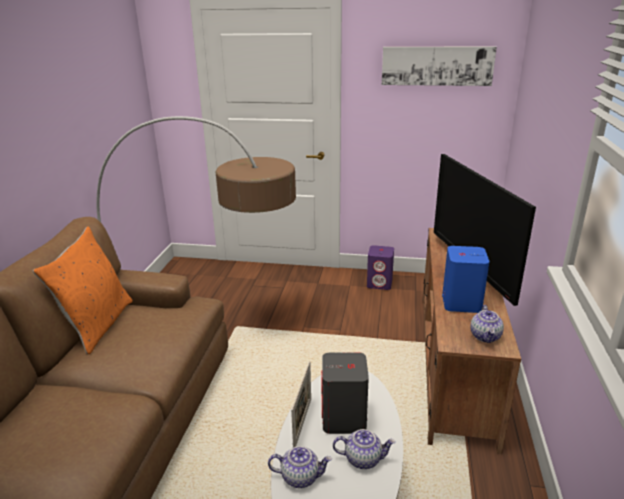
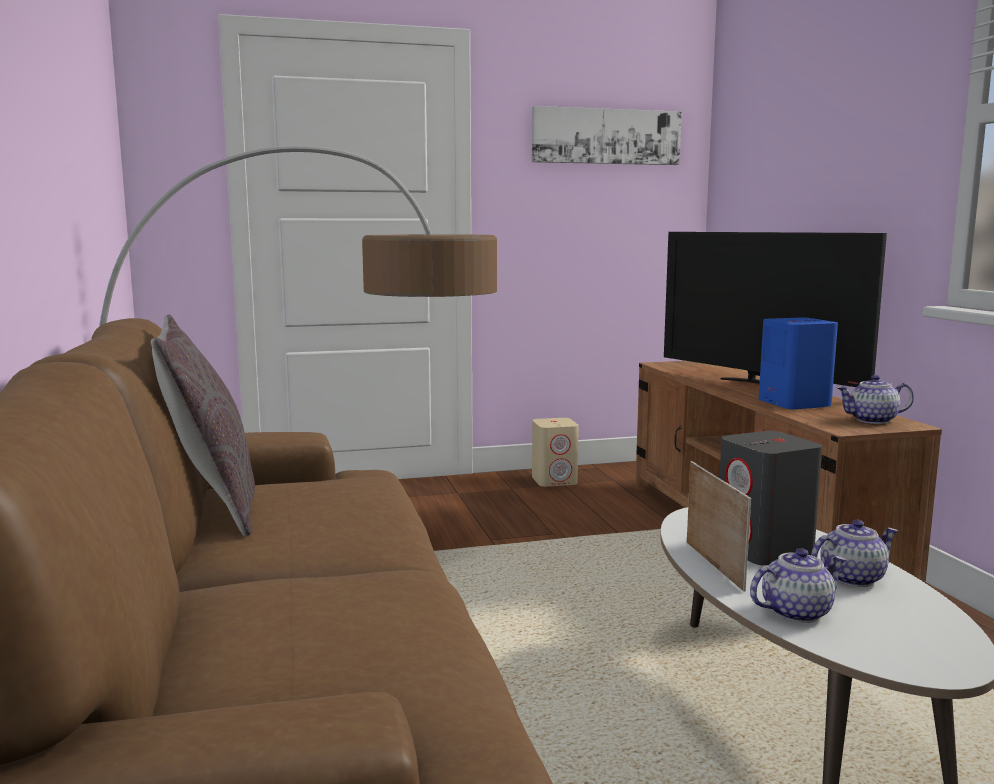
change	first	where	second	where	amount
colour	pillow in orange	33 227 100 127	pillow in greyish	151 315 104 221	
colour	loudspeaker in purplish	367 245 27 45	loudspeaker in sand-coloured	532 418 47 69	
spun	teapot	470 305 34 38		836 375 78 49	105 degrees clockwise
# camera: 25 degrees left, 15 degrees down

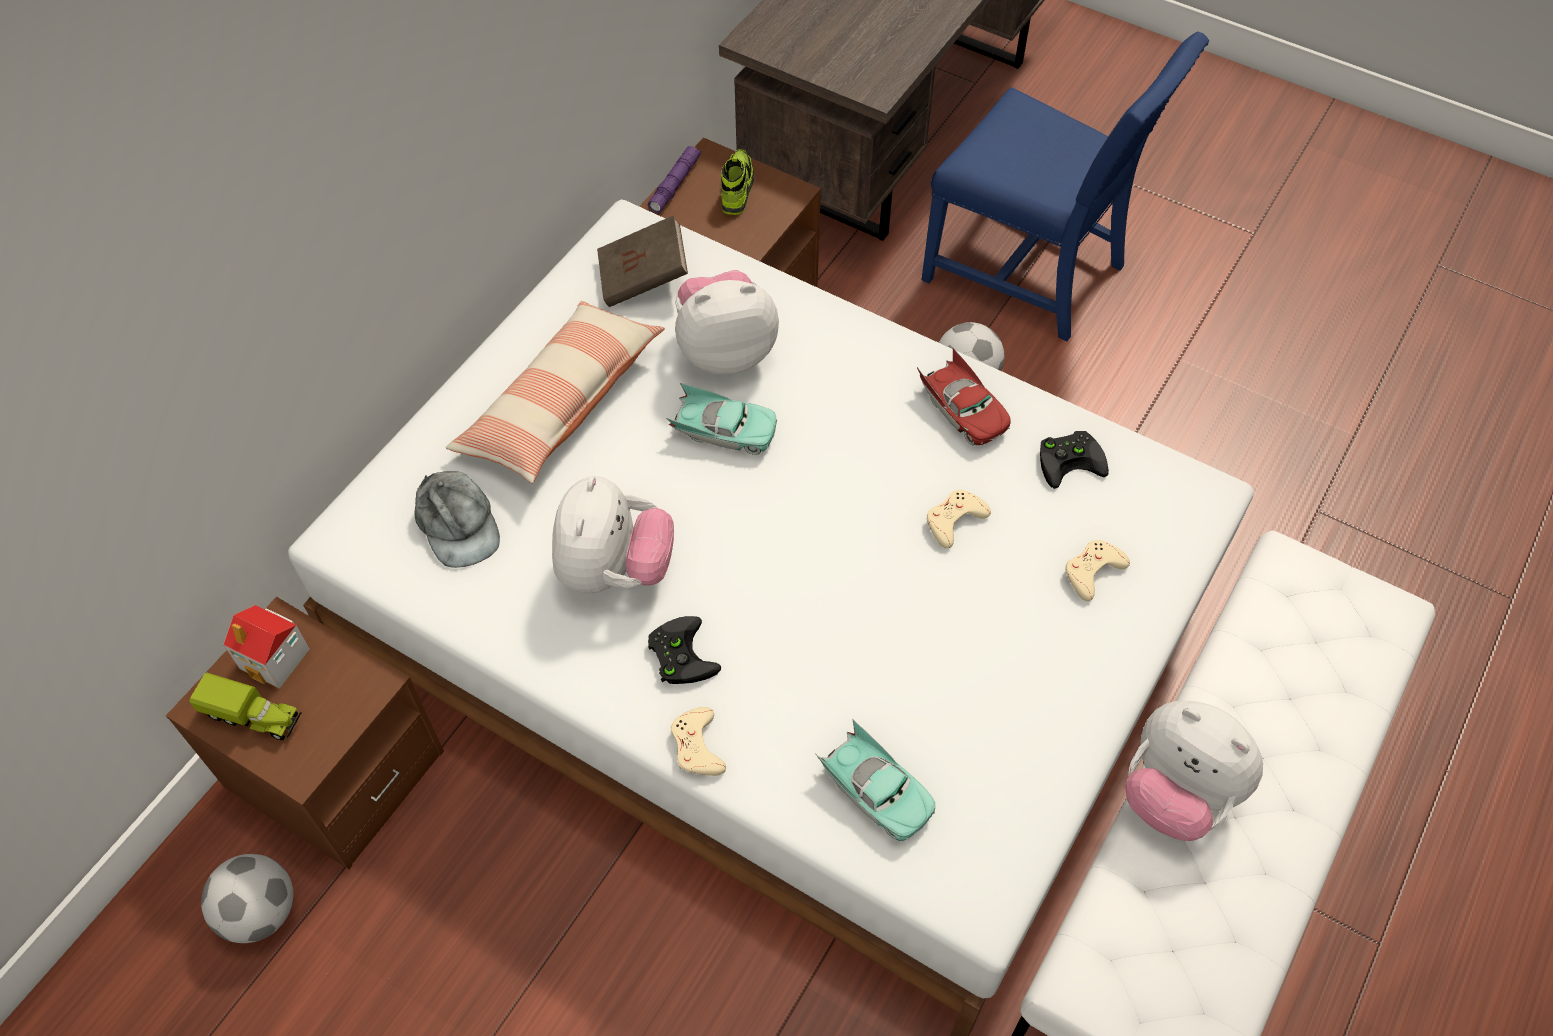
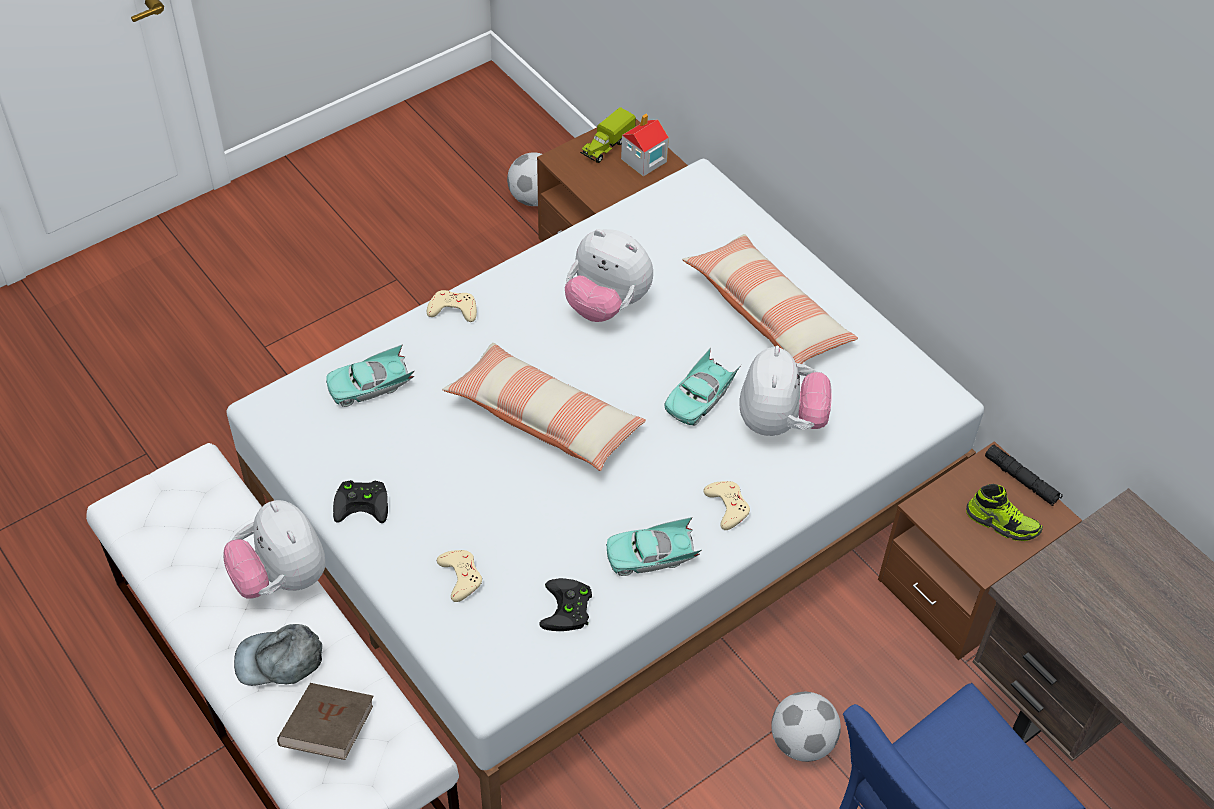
change	first	where	second	where	amount
spun	plush toy	1125 701 138 140		223 500 102 98	90 degrees counterclockwise
relocated	cap in greyish	414 471 86 97		234 624 88 62	
relocated	book in brown-coloured	597 215 91 92		277 683 97 77	
relocated	game controller in black	648 616 73 68		333 480 55 43	
appeared			pillow	442 343 204 128	
colour	model car in red	917 348 94 97	model car in turquoise-coloured	606 517 95 59	
relocated	game controller in sand-coloured	927 490 64 59		703 481 47 49	
colour	torch in purplish	648 146 53 67	torch in black	985 445 78 61	
# camera: 110 degrees right, 5 degrees down

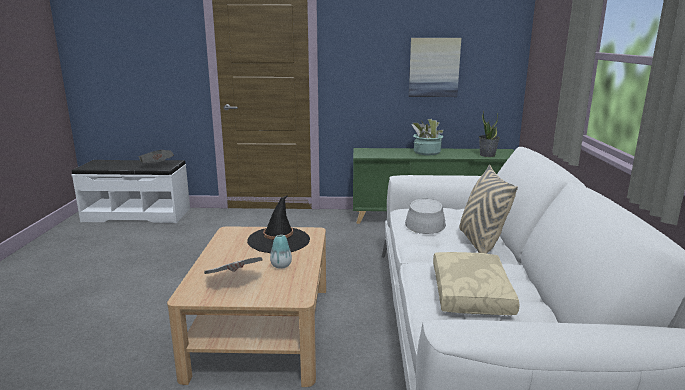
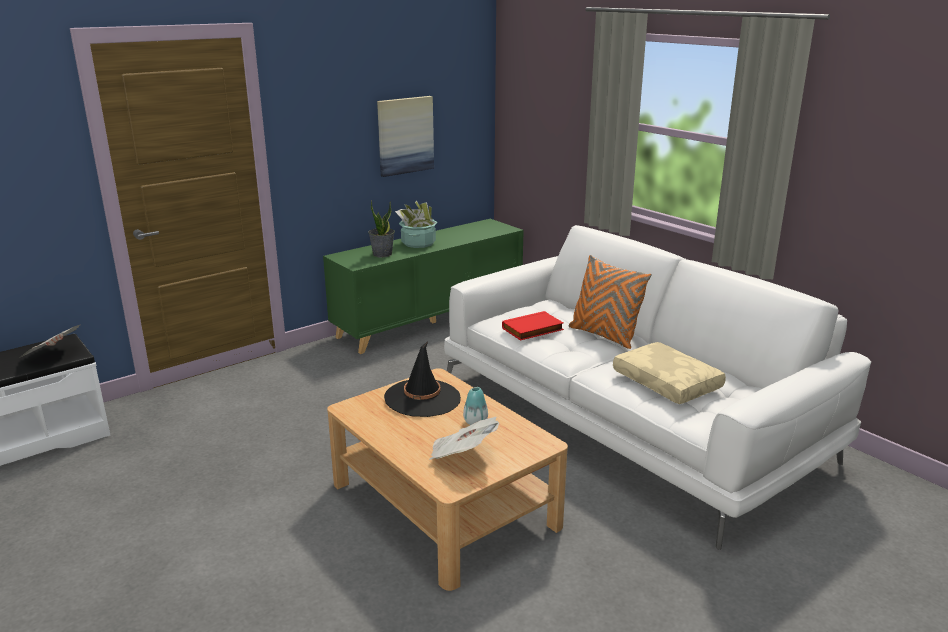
change	first	where	second	where	amount
relocated	potted plant	479 111 21 46		368 200 27 57	
exchanged	clothing hat in greyish	405 199 41 35	book in red	502 311 62 30	
colour	pillow in sand-coloured	459 165 59 89	pillow in orange	569 255 83 94	
# camera: 40 degrees left, 5 degrees up

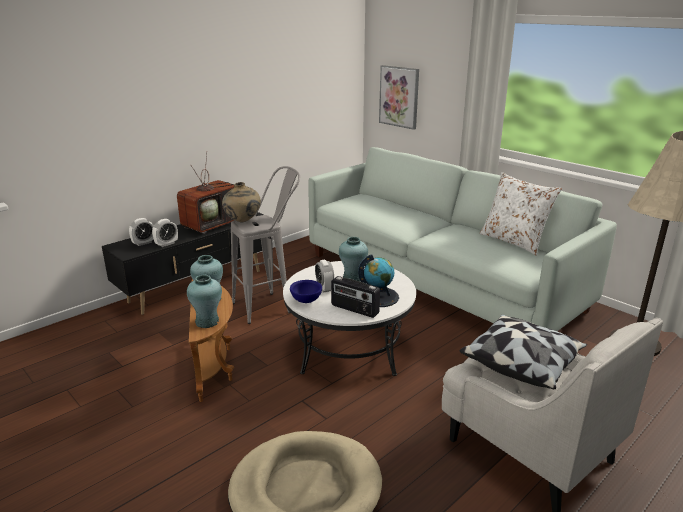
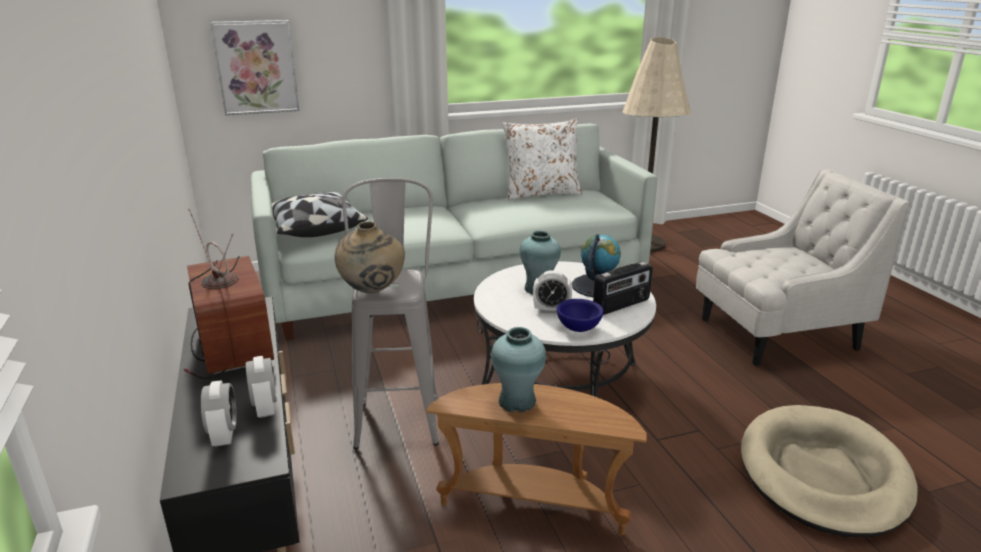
change	first	where	second	where	amount
relocated	pillow	460 314 127 75		272 192 96 45	
missing	vase in turquoise-coloured	187 275 35 53			
# camera: 65 degrees left, 0 degrees up

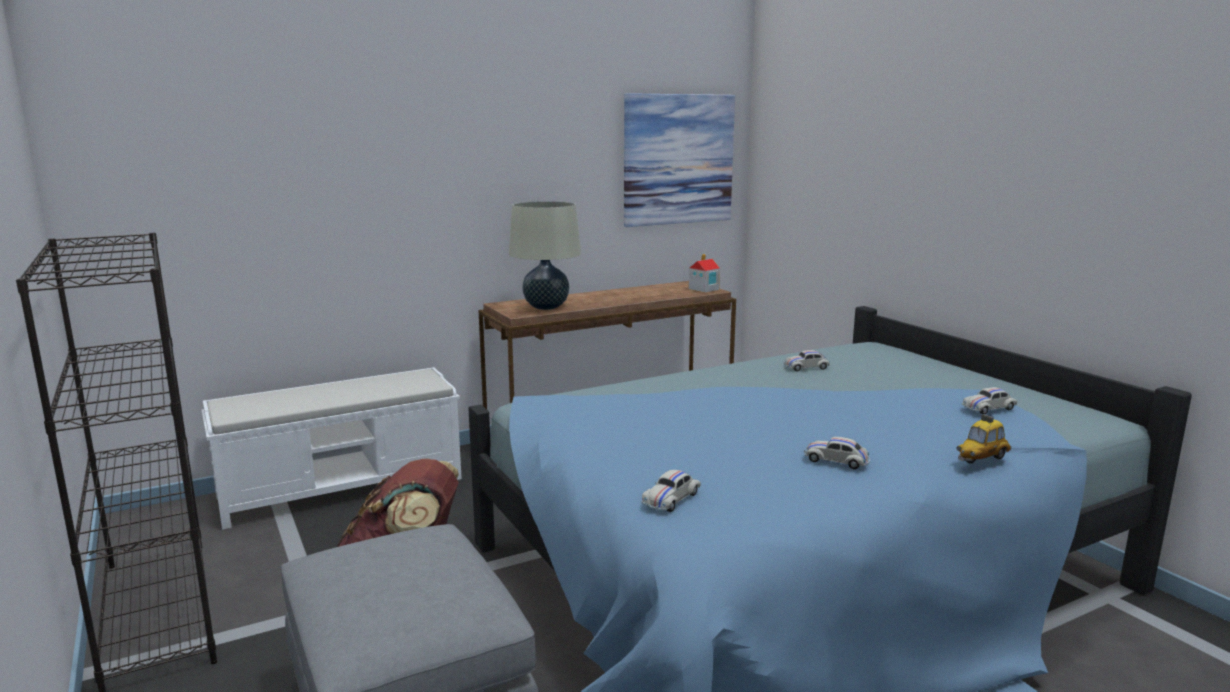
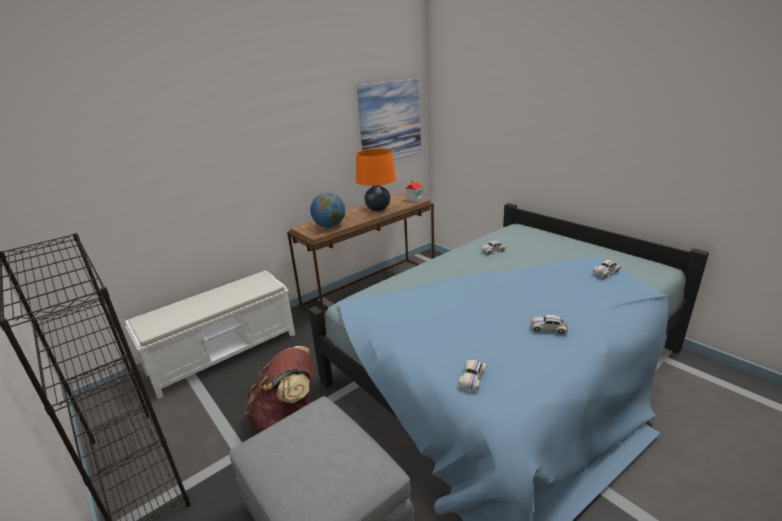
change	first	where	second	where	amount
exchanged	table lamp in sand-coloured	509 201 72 109	globe	310 193 35 35	
appeared			table lamp in orange	356 148 40 63	
missing	model car	956 414 56 50			
# camera: 10 degrees left, 10 degrees up

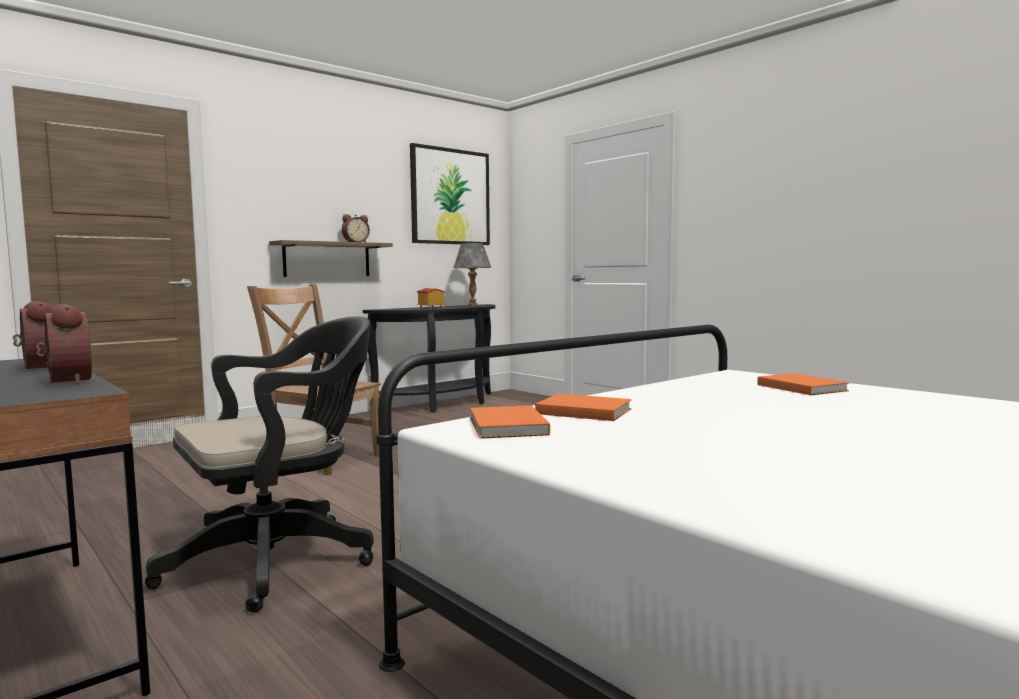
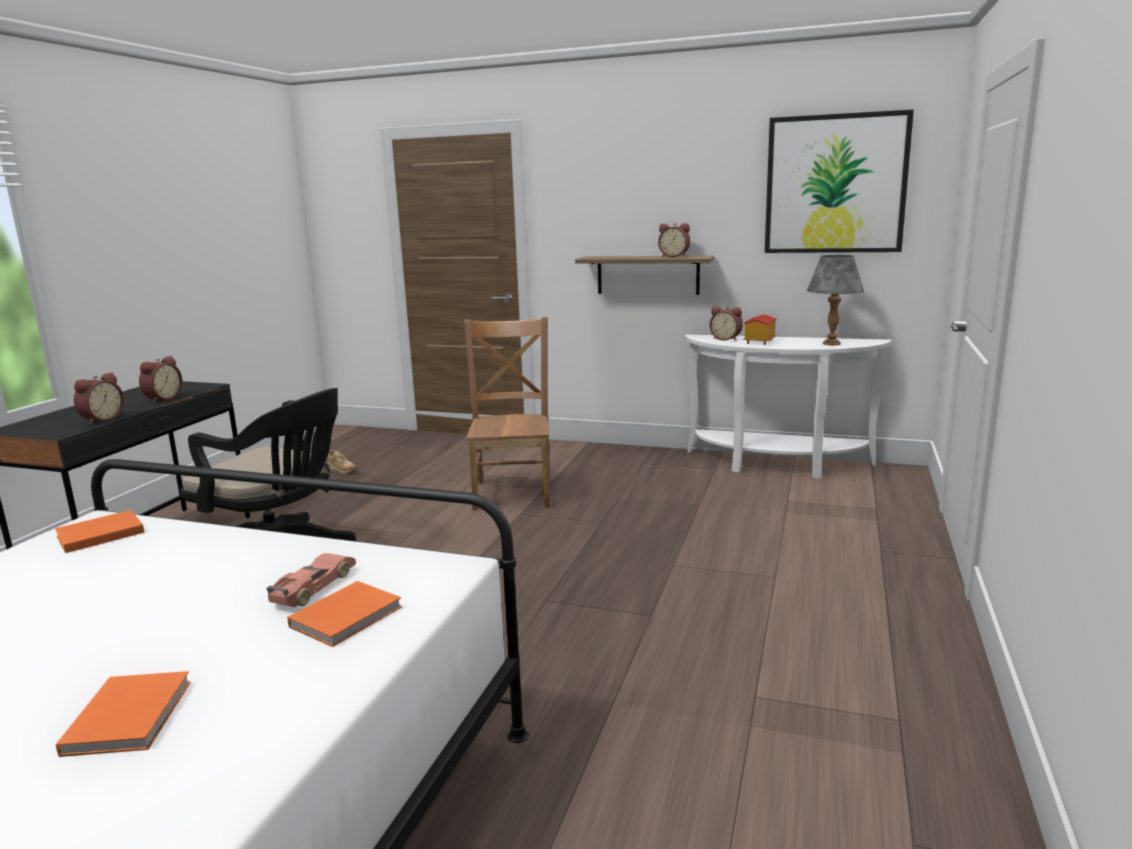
change	first	where	second	where	amount
relocated	book in orange	535 394 97 27		56 671 135 86	
appeared			model car	266 553 90 54	
appeared			shoe in sand-coloured	327 450 29 24	
colour	narrow table in black	363 304 133 109	narrow table in white-coloured	685 335 206 144	
appeared			bedside clock	710 306 33 35	
# camera: 60 degrees right, 10 degrees up

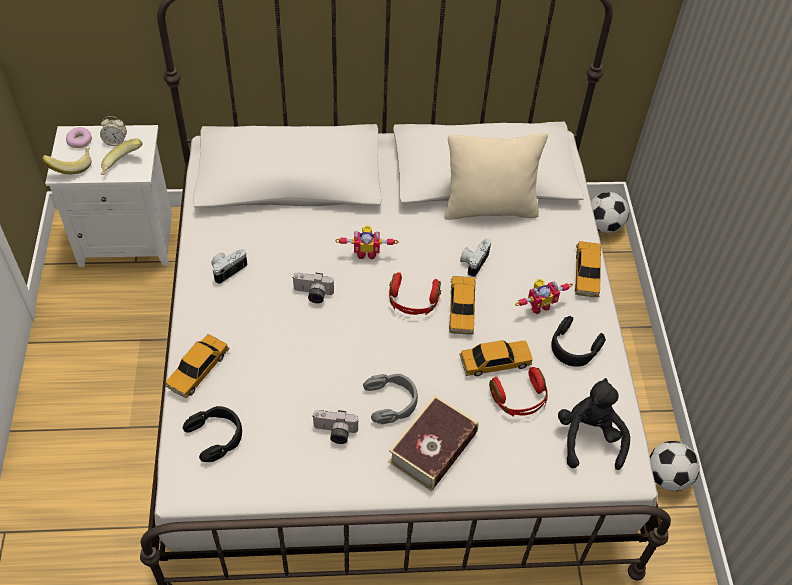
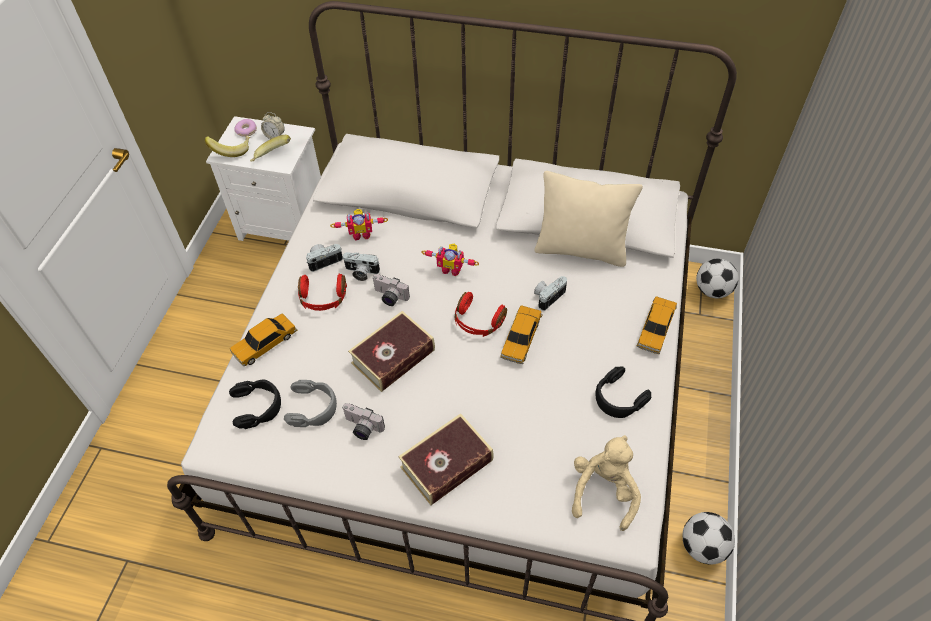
change	first	where	second	where	amount
relocated	headphones in greyish	363 374 55 50		284 380 53 47	
relocated	headphones in red	489 367 59 50		298 274 49 37	
relocated	model robot	515 279 58 35		330 209 58 31	
appeared			photo camera	343 252 37 29	
appeared			book	348 311 87 81	
colour	plush toy in black	558 378 72 92	plush toy in sand-coloured	572 435 69 96	
missing	model car	460 340 73 36			
# camera: 20 degrees right, 0 degrees up

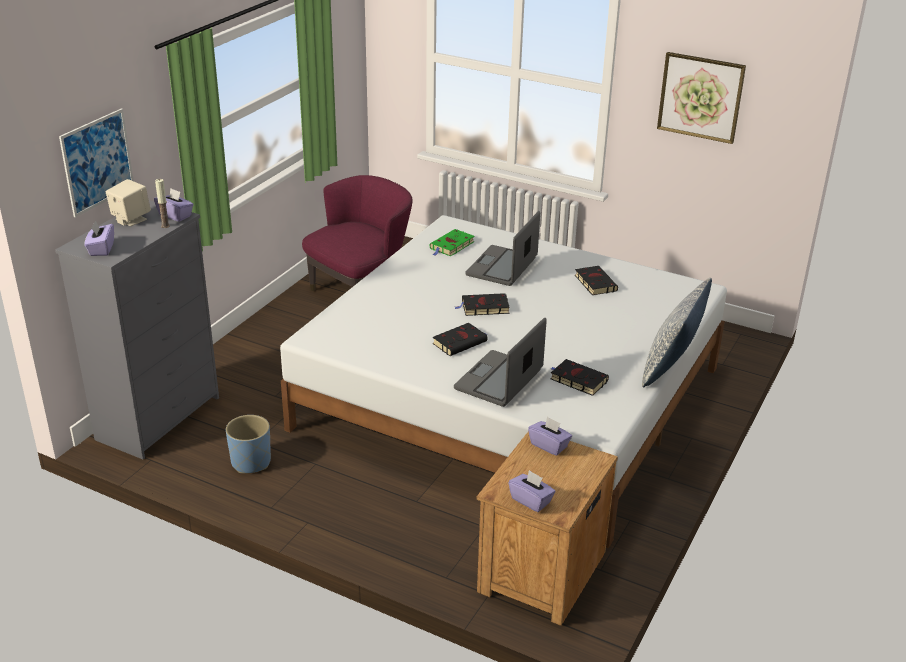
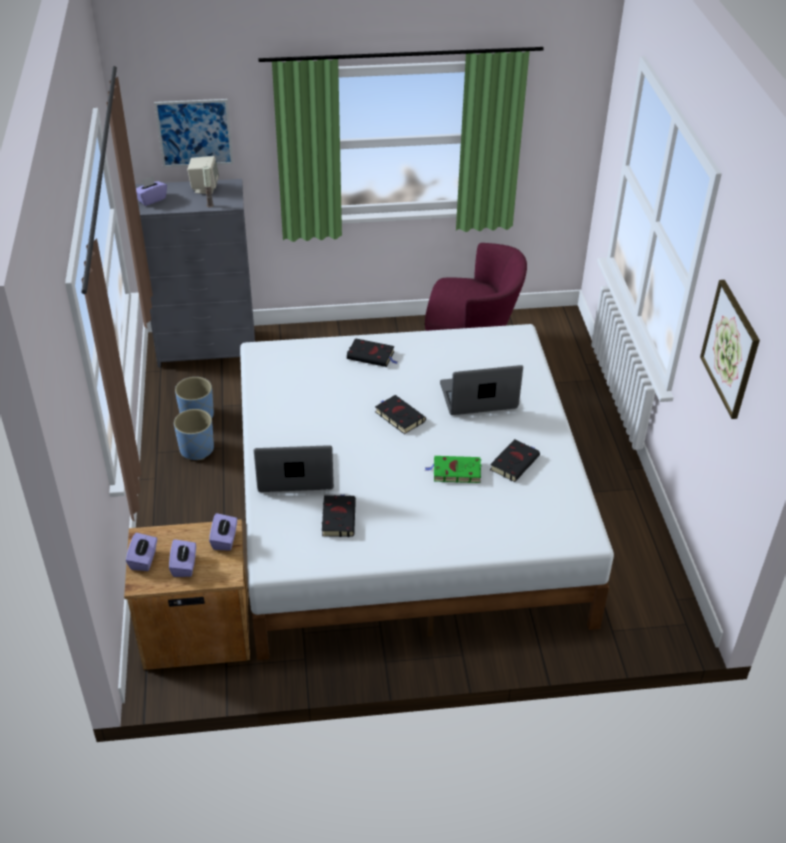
change	first	where	second	where	amount
relocated	tissue box in purplish	154 188 40 34		169 539 27 38	
appeared			flower pot in blue-coloured	174 409 40 51	
relocated	book in black	432 323 56 33		347 338 50 29	
relocated	book in greenish	430 229 45 27		425 456 56 27	
missing	pillow	642 278 70 109			
# camera: 55 degrees right, 10 degrees up

